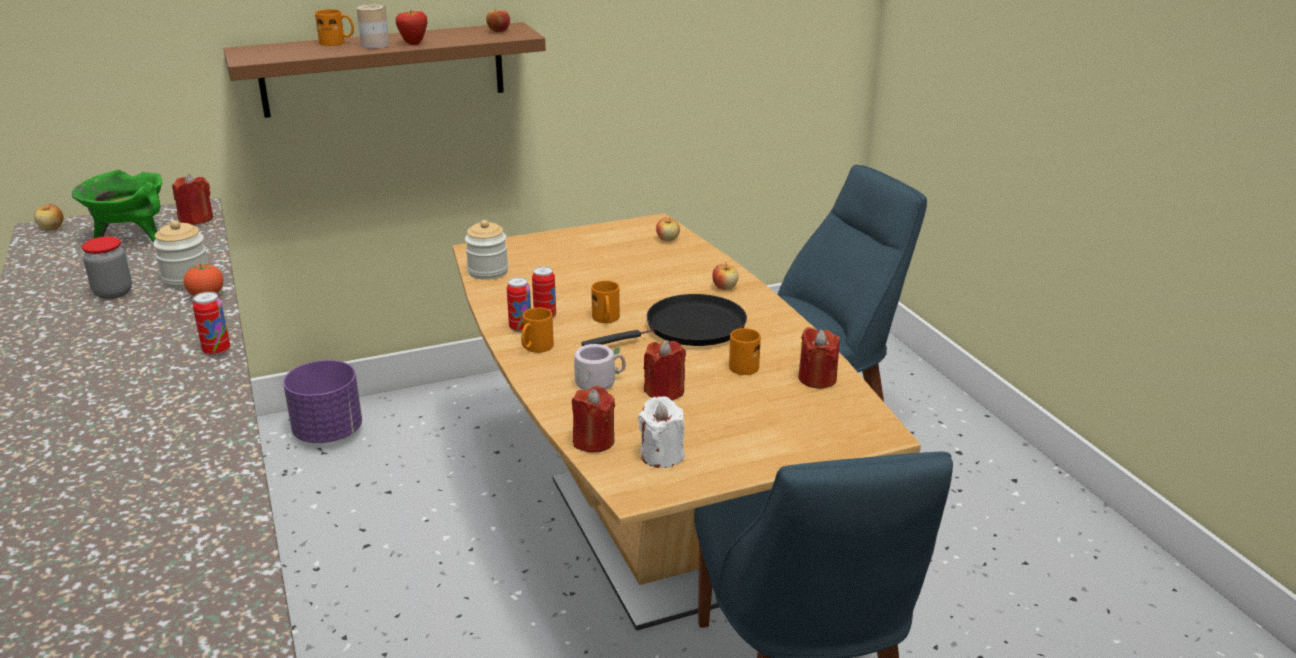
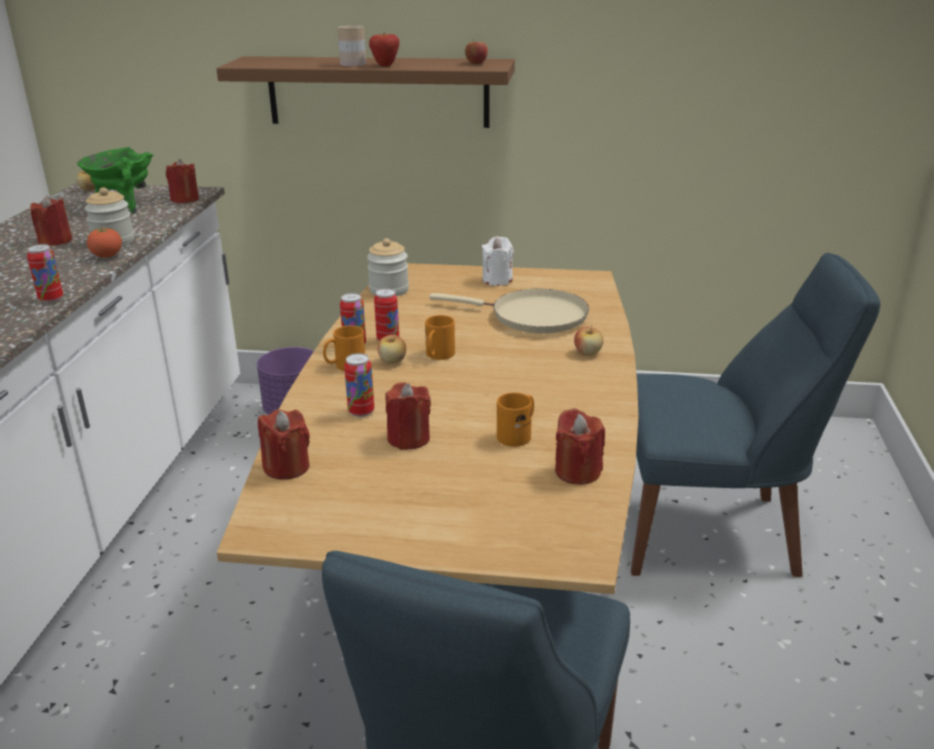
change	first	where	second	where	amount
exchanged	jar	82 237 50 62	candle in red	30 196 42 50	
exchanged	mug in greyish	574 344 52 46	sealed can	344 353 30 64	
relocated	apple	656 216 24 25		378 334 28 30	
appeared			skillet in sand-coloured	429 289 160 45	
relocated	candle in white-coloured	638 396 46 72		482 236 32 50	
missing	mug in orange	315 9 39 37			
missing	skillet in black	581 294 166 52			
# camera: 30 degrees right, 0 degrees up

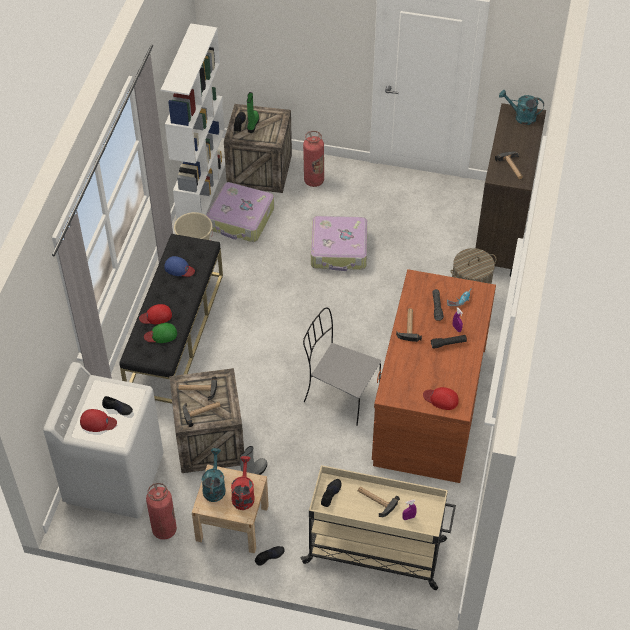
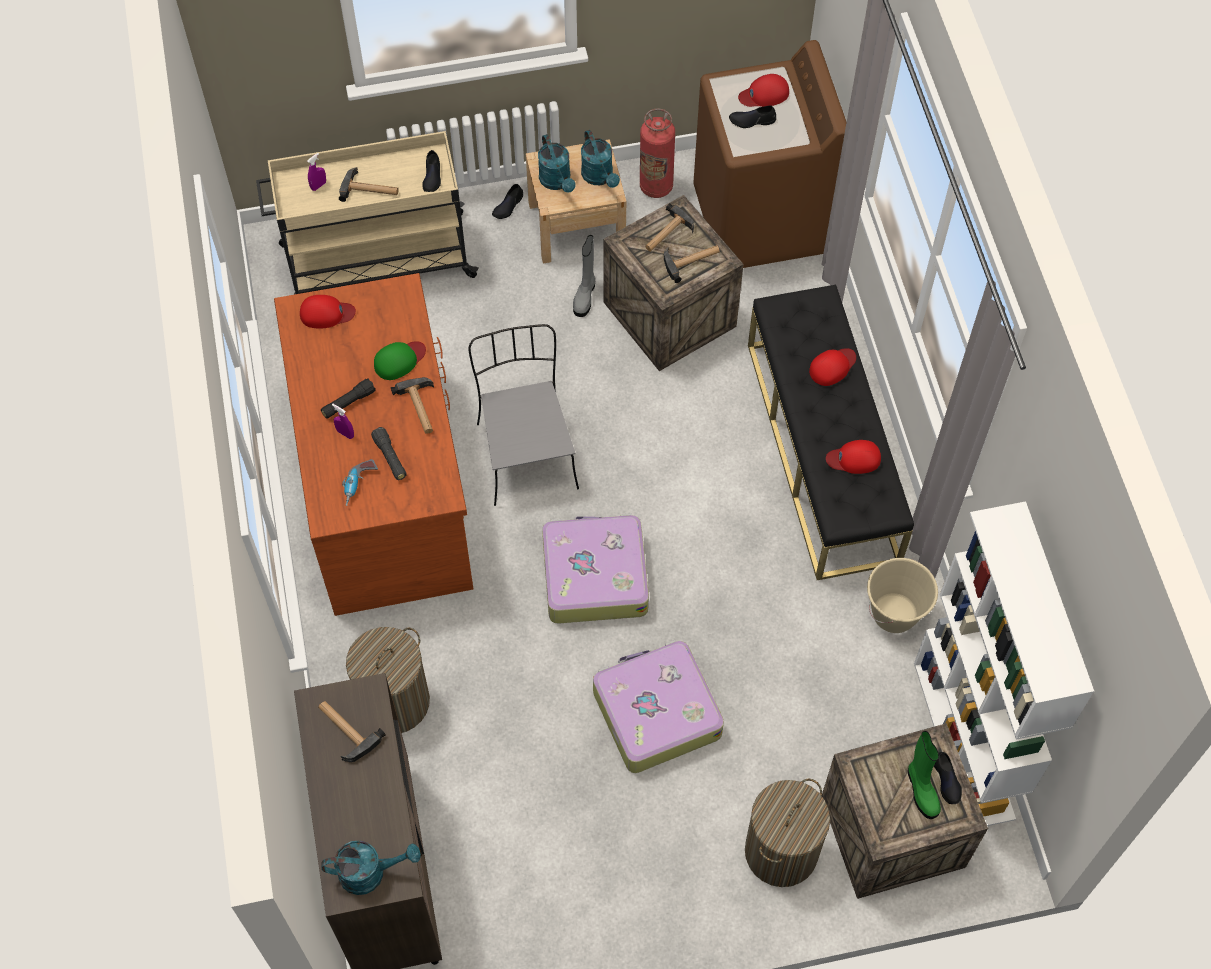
change	first	where	second	where	amount
relocated	cap in greenish	144 323 33 20		374 341 52 39	
spun	chair in greyish	303 308 78 118		468 324 111 182	105 degrees counterclockwise
colour	sprinkling can in red	231 456 24 54	sprinkling can in turquoise-coloured	538 134 38 59	
relocated	suitcase	206 182 68 60		542 513 107 111	
colour	laundry appliance in white-coloured	43 362 120 156	laundry appliance in brown-coloured	693 40 153 228	
exchanged	fire extinguisher	303 131 21 56	washing basket	745 779 85 108	
colour	cap in blue-coloured	164 256 31 21	cap in red	826 440 55 34	
# camera: 155 degrees right, 10 degrees up

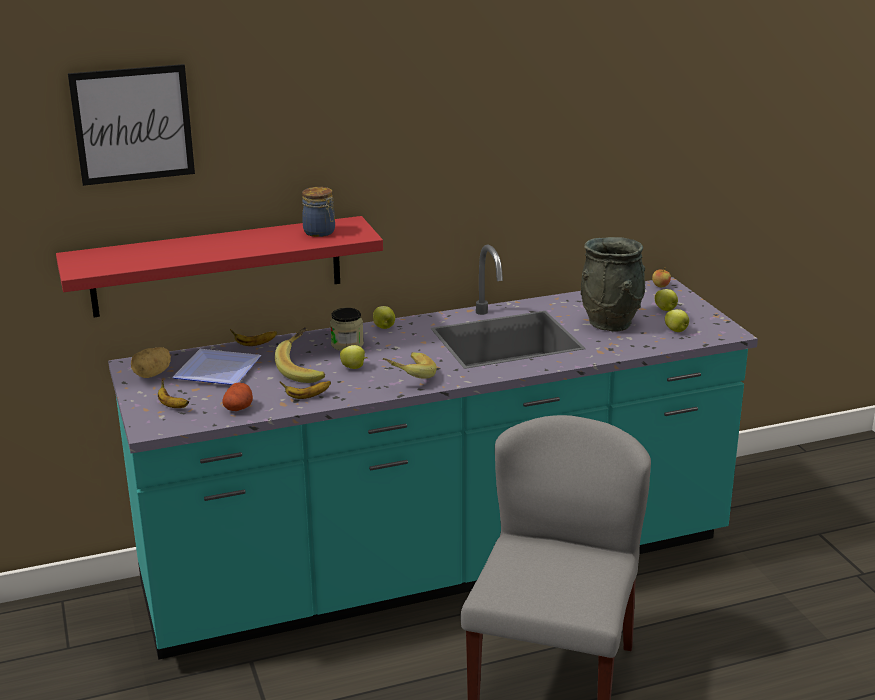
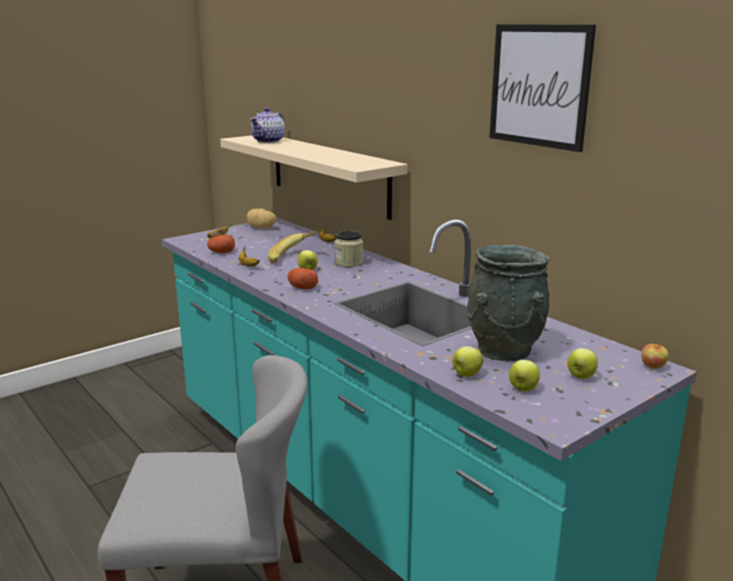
change	first	where	second	where	amount
colour	shelf in red	56 216 327 101	shelf in sand-coloured	220 135 187 85	
appeared			teapot	250 108 35 35	
exchanged	banana	382 352 54 27	potato	287 268 31 21	
relocated	apple	373 306 22 23		452 346 31 31	
relocated	wall art	68 64 127 122		490 24 106 128	
missing	dinner plate	173 349 88 36			
missing	jar	302 187 33 50			
# camera: 70 degrees right, 5 degrees down

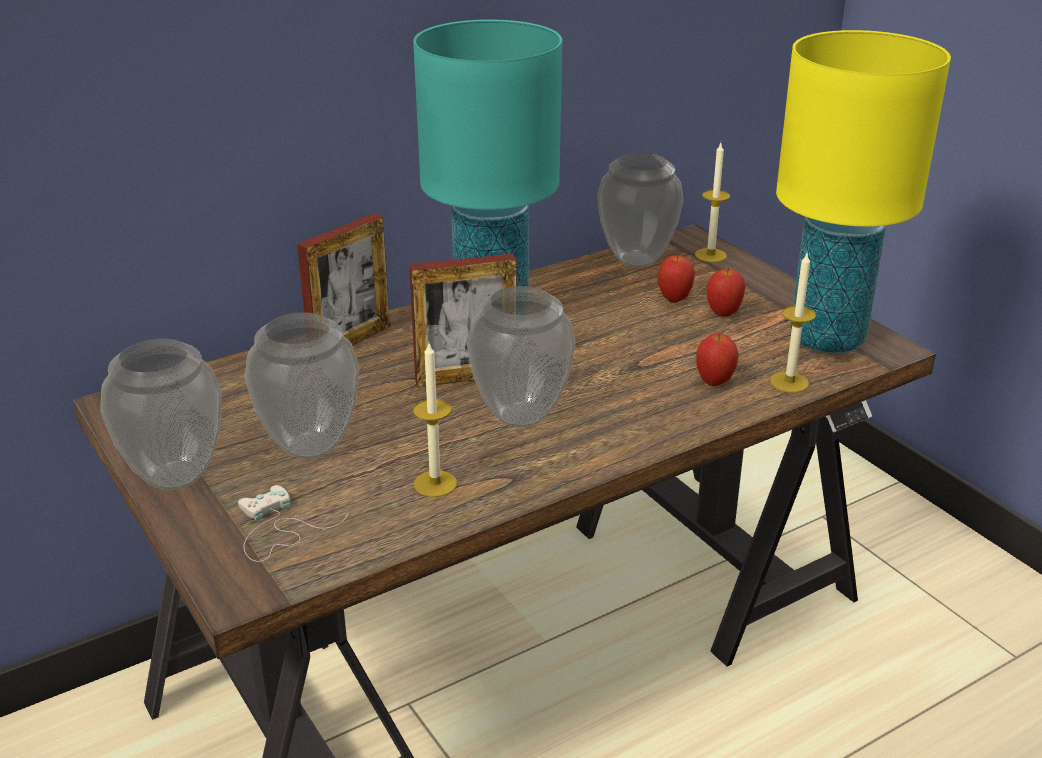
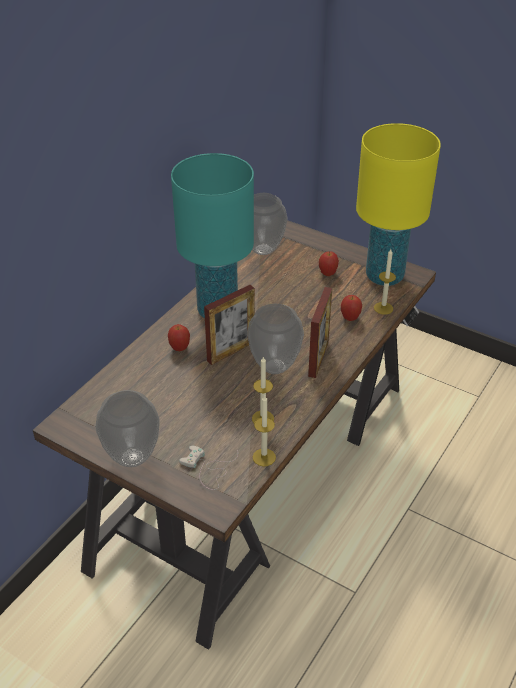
change	first	where	second	where	amount
relocated	apple	658 254 37 48		168 324 22 27	
relocated	candle	695 143 35 119		253 395 23 72	
relocated	standing frame	297 213 93 132		308 287 24 91	
missing	vase	245 312 114 147			
# camera: 25 degrees left, 10 degrees up

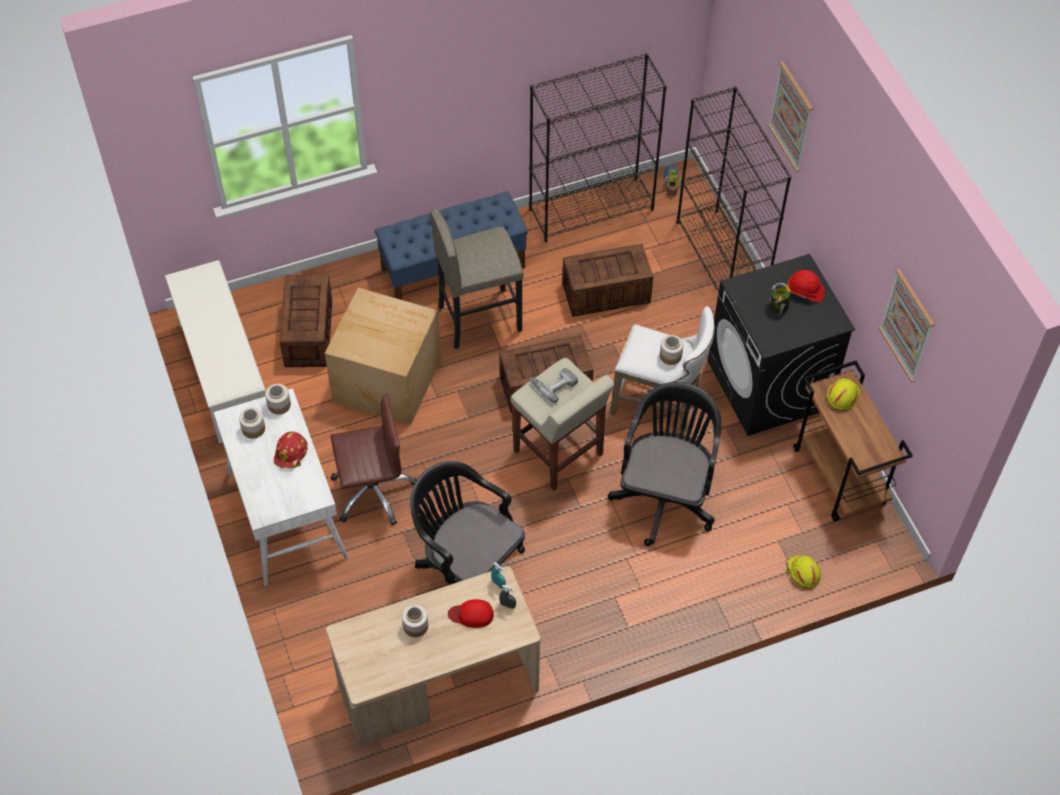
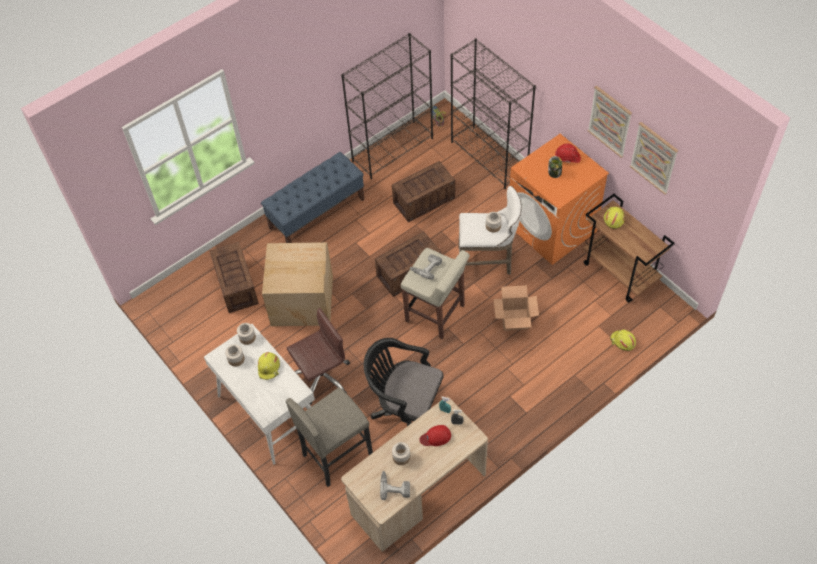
change	first	where	second	where	amount
colour	hard hat in red	274 432 34 37	hard hat in yellow	258 352 22 28	
relocated	stool in greyish	430 209 94 140		286 387 87 100	
appeared			power drill	380 471 30 29	
exchanged	computer chair in black	608 382 113 164	cardboard box	493 285 46 46	
colour	laundry appliance in black	707 254 148 182	laundry appliance in orange	510 134 99 131	
relocated	wall art	768 61 45 111		588 85 44 73	
missing	shoe stand in white-coloured	165 260 100 184			
# camera: 15 degrees left, 0 degrees up

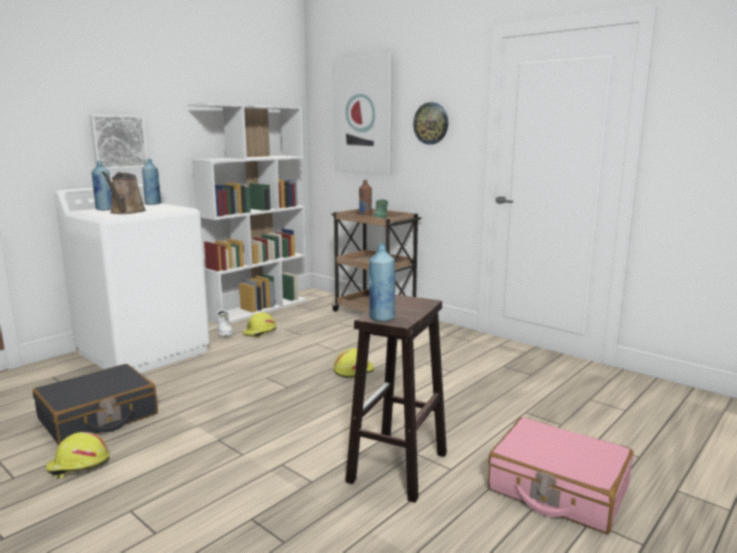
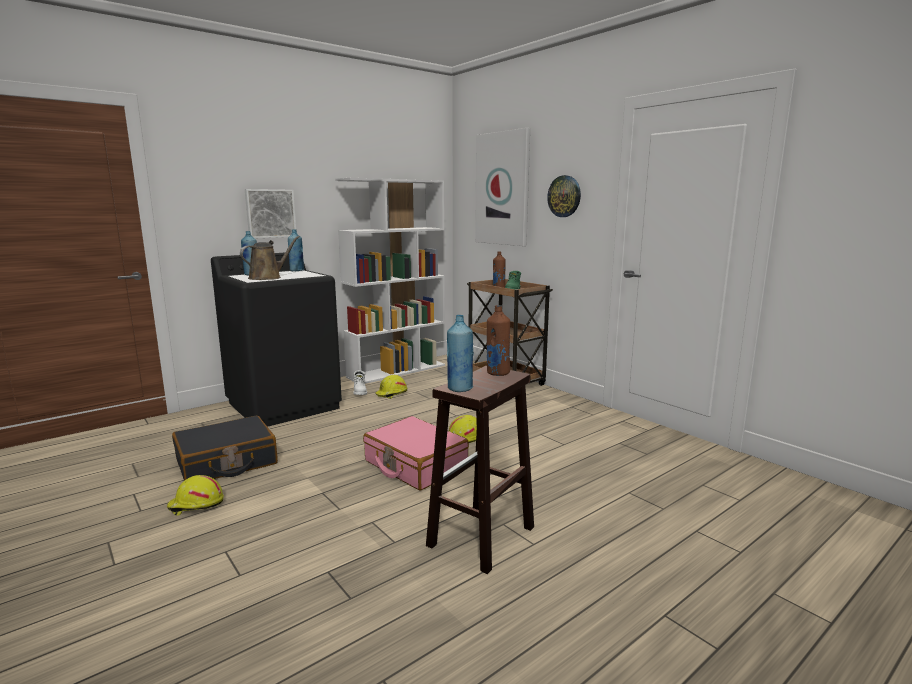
change	first	where	second	where	amount
colour	laundry appliance in white-coloured	54 184 156 189	laundry appliance in black	211 253 131 174	
spun	sprinkling can in brown-coloured	101 171 45 43		240 236 60 44	150 degrees counterclockwise
relocated	suitcase in pink-coloured	488 417 145 117		363 416 106 75	
appeared			beverage bottle in brown-coloured	487 305 23 71	
# camera: 10 degrees right, 0 degrees up

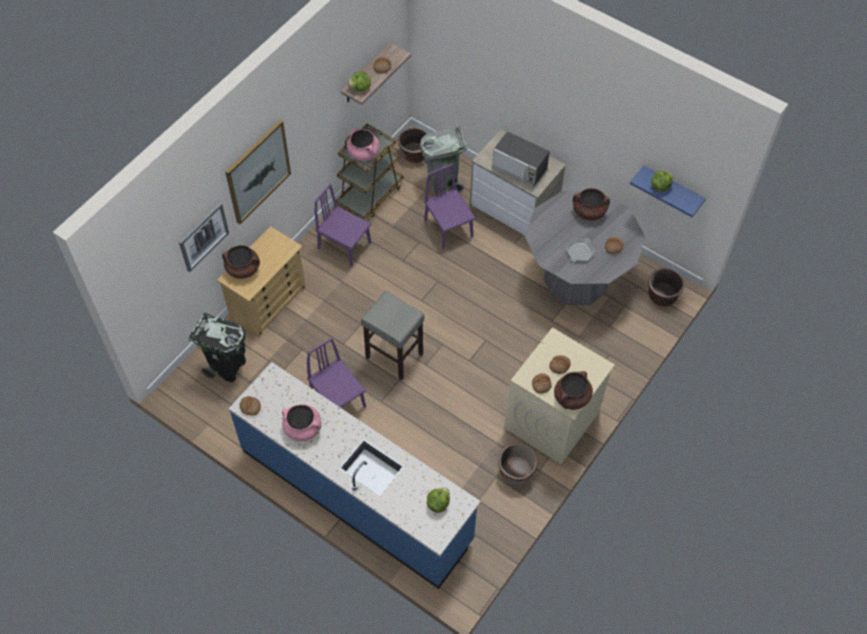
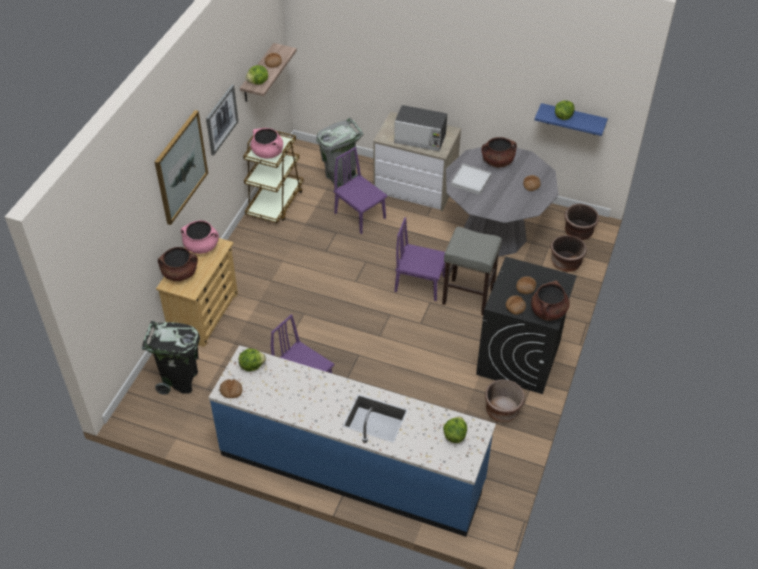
change	first	where	second	where	amount
relocated	stockpot in pink-coloured	282 404 39 37		181 220 38 34	
relocated	wall art	179 202 50 70		206 85 33 71	
appeared			lettuce	239 348 27 23	
relocated	chair in purplish	315 184 56 83		394 217 51 84	
relocated	stool in greyish	361 291 63 89		442 227 60 88	
appeared			tray in white-coloured	451 164 41 31	
colour	laundry appliance in sand-coloured	504 327 111 137	laundry appliance in black	476 257 101 137	
relocated	flower pot in brown-coloured	397 128 31 35		550 235 37 37	
missing	skillet	566 238 29 24			
# camera: 15 degrees left, 10 degrees down

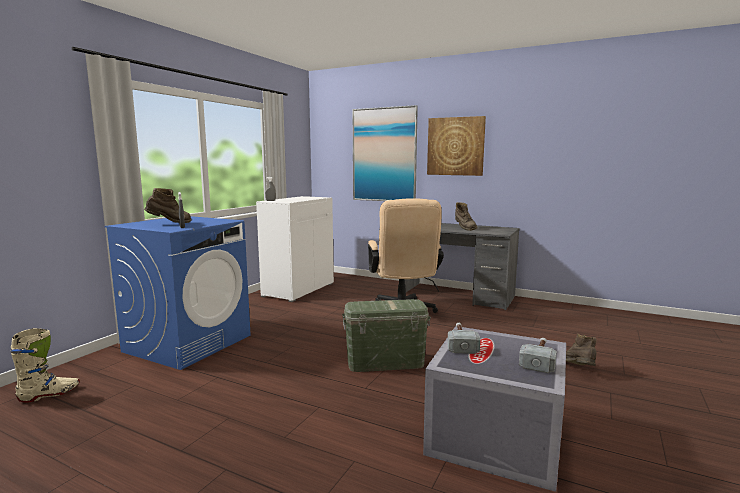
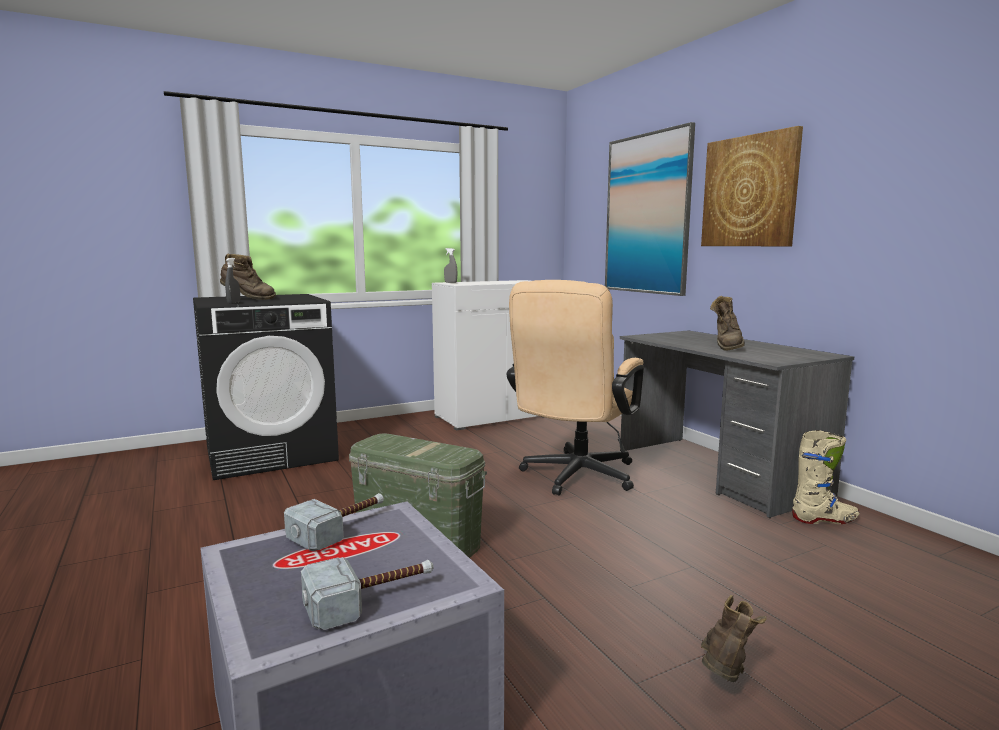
change	first	where	second	where	amount
colour	laundry appliance in blue-coloured	105 216 146 154	laundry appliance in black	193 294 146 186	
relocated	tall boot in sand-coloured	11 328 69 75		792 430 67 94	
# camera: 35 degrees right, 0 degrees up

